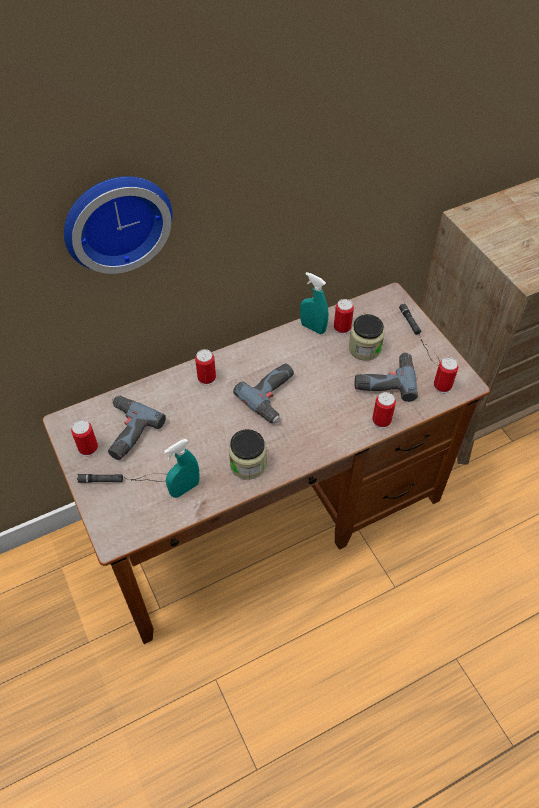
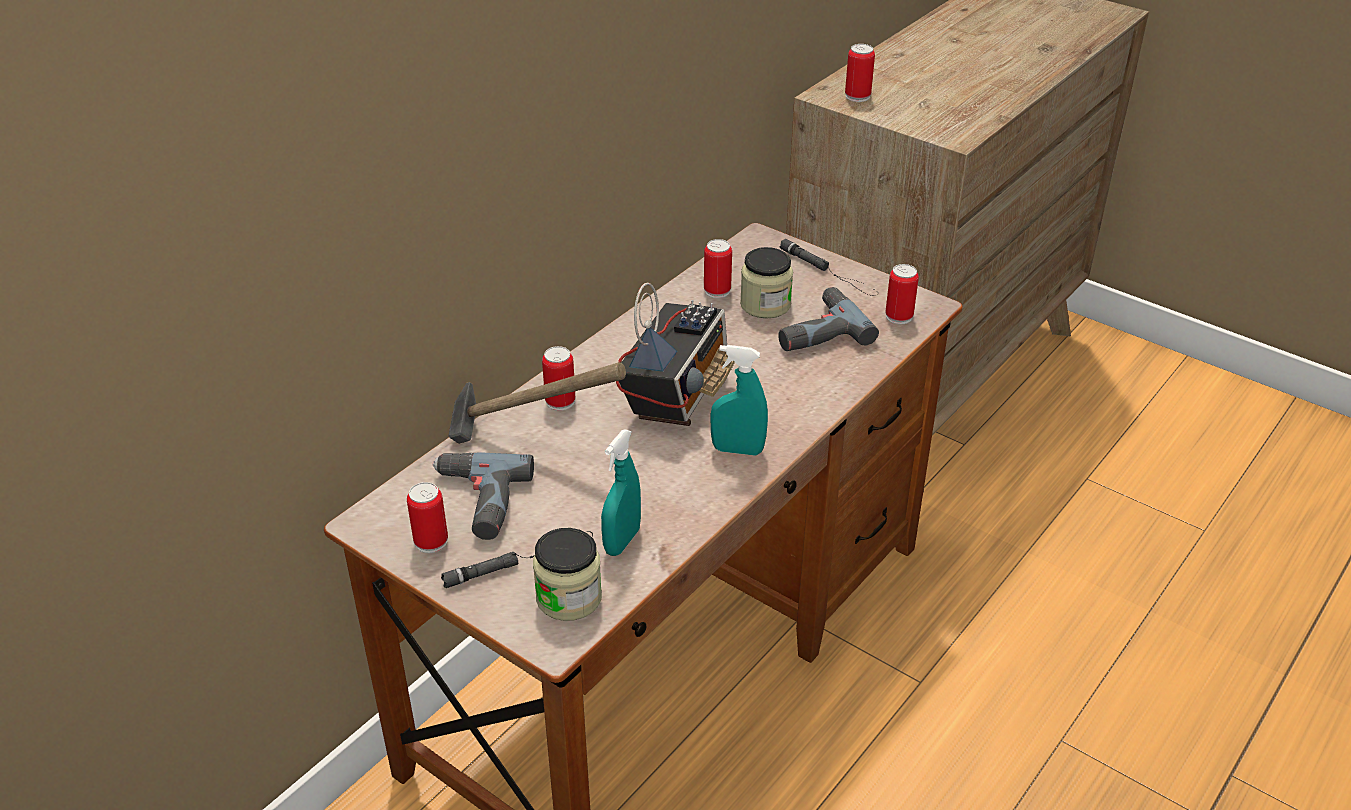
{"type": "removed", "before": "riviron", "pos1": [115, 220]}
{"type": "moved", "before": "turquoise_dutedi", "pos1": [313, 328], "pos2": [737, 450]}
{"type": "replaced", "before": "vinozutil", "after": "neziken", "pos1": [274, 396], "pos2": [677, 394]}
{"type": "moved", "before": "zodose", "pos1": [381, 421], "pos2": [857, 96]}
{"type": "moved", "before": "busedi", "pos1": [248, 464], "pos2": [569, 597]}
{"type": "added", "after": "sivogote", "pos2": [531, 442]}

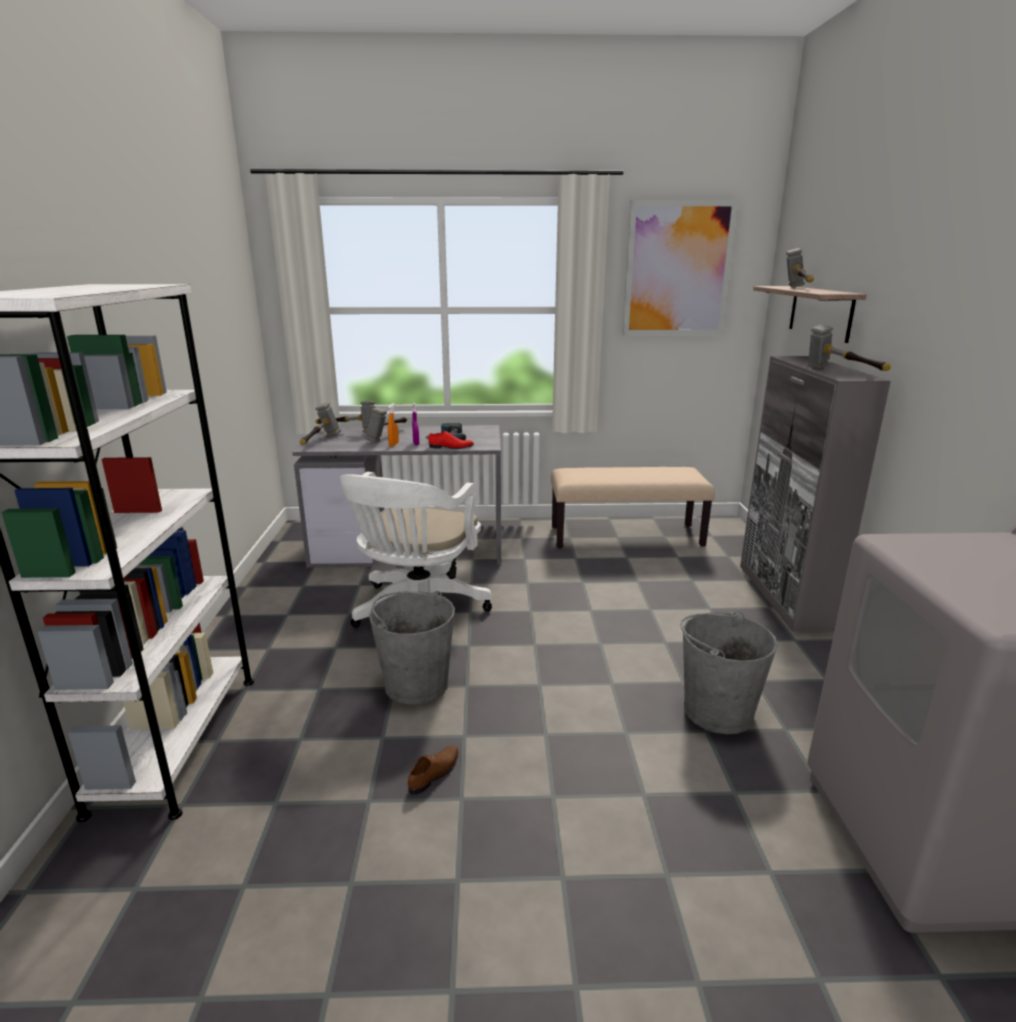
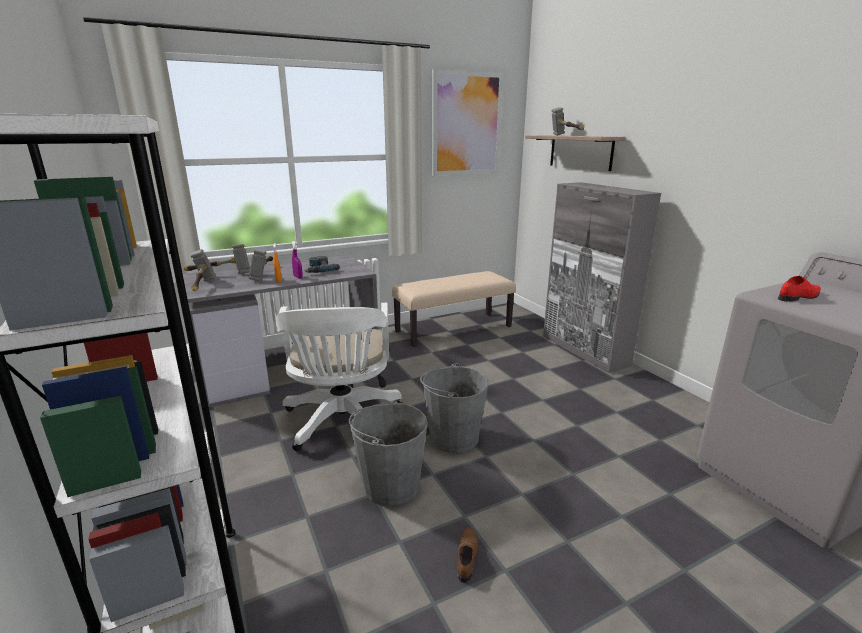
{"type": "removed", "before": "sivogote", "pos1": [842, 373]}
{"type": "moved", "before": "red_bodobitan", "pos1": [451, 447], "pos2": [799, 296]}
{"type": "moved", "before": "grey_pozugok", "pos1": [717, 711], "pos2": [453, 437]}

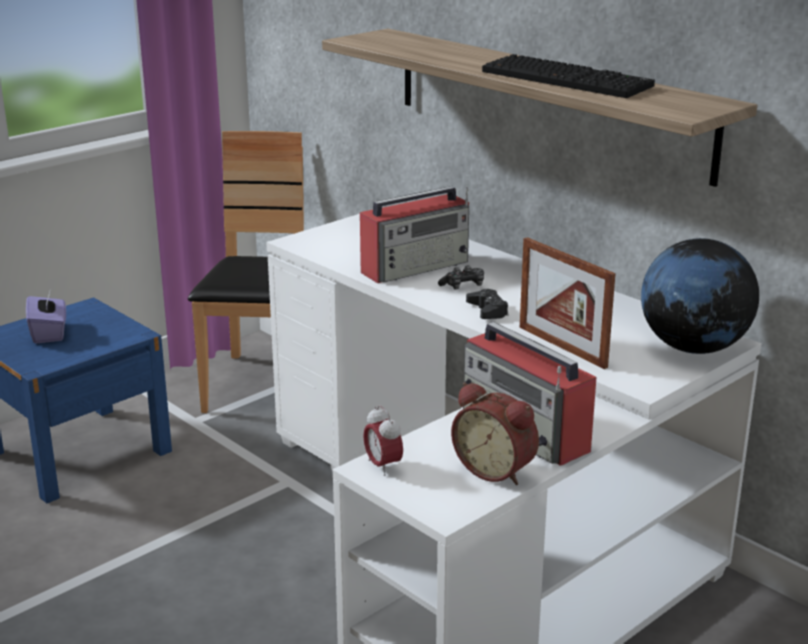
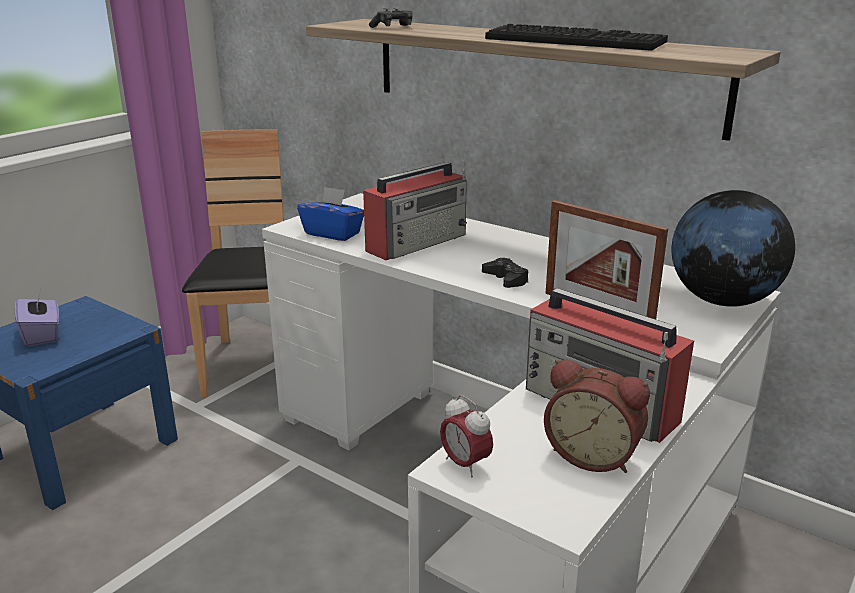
{"type": "moved", "before": "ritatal", "pos1": [463, 286], "pos2": [393, 27]}
{"type": "added", "after": "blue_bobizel", "pos2": [333, 233]}

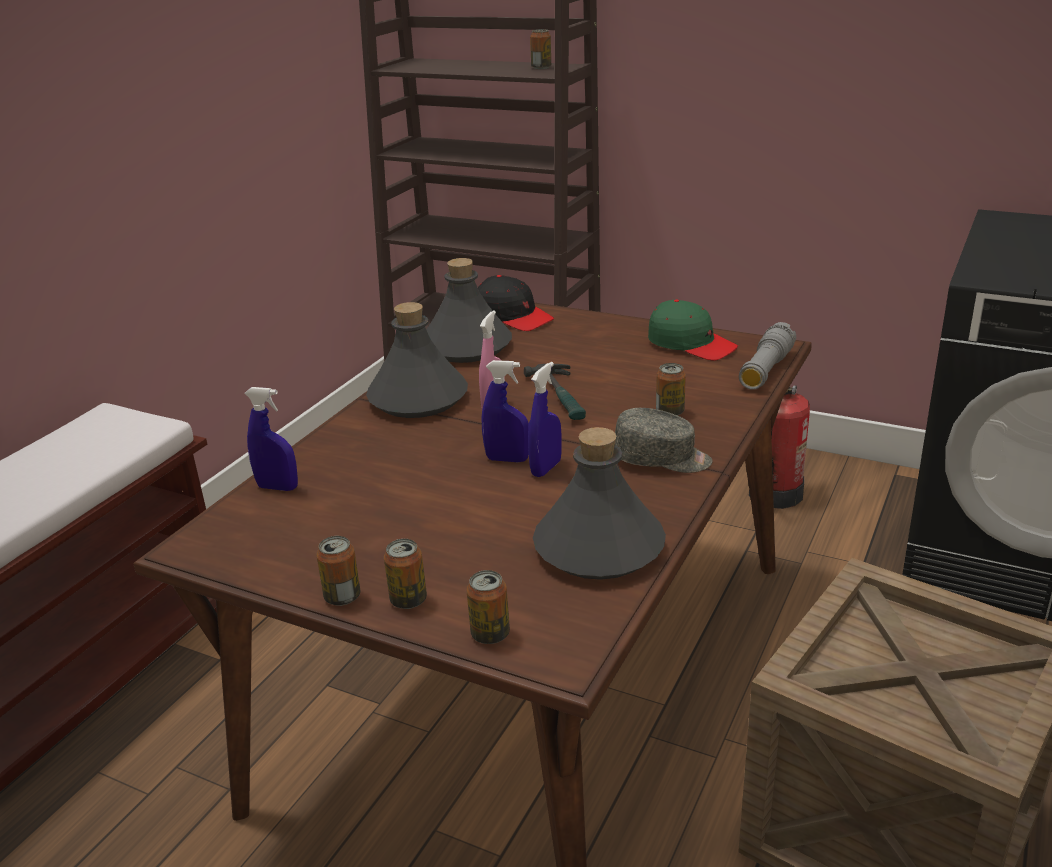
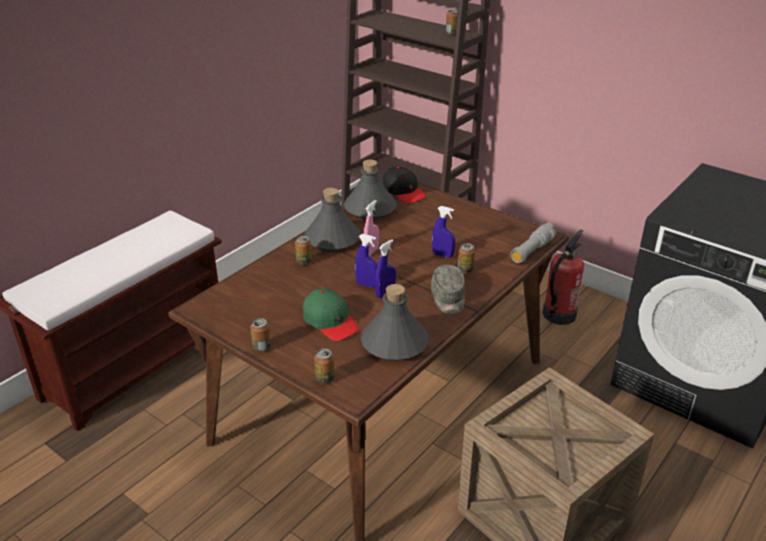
{"type": "moved", "before": "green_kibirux", "pos1": [691, 344], "pos2": [330, 321]}
{"type": "removed", "before": "sivogote", "pos1": [562, 397]}
{"type": "moved", "before": "blue_dutedi", "pos1": [278, 487], "pos2": [442, 255]}
{"type": "turned", "before": "grey_kibirux", "pos1": [662, 459], "pos2": [448, 298], "turn": 60}
{"type": "moved", "before": "zodose", "pos1": [408, 600], "pos2": [304, 262]}

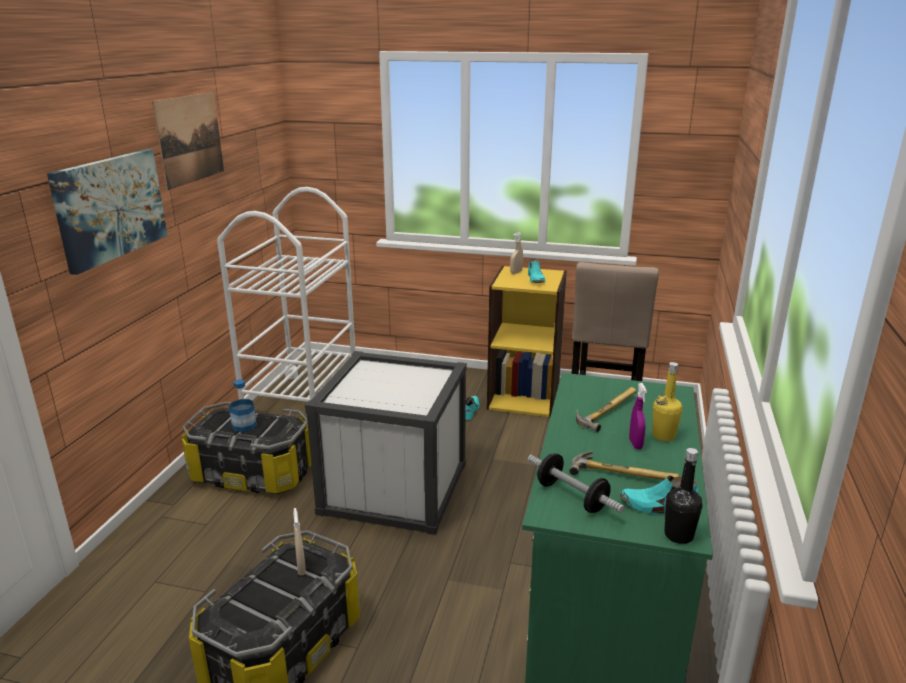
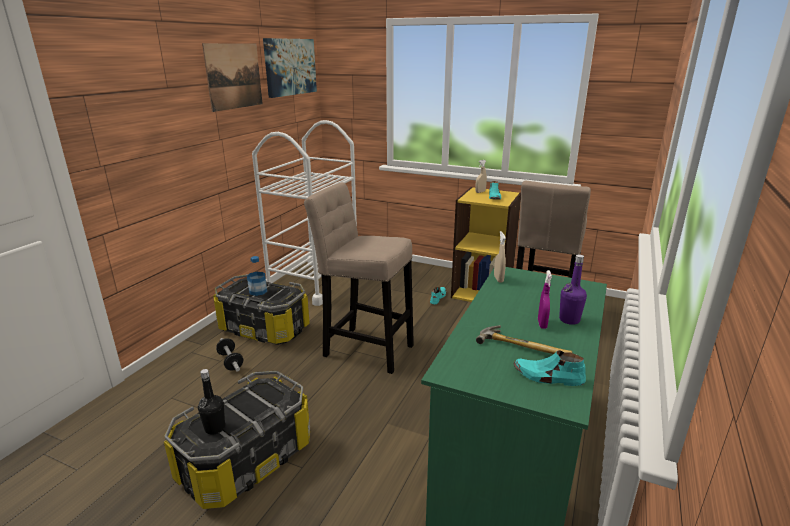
{"type": "moved", "before": "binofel", "pos1": [110, 207], "pos2": [290, 67]}
{"type": "replaced", "before": "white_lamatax", "after": "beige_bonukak", "pos1": [394, 487], "pos2": [364, 348]}
{"type": "recoloured", "before": "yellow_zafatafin", "after": "purple_zafatafin", "pos1": [663, 436], "pos2": [569, 320]}
{"type": "removed", "before": "sivogote", "pos1": [604, 410]}
{"type": "moved", "before": "black_zafatafin", "pos1": [678, 535], "pos2": [215, 428]}
{"type": "moved", "before": "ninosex", "pos1": [572, 497], "pos2": [230, 361]}
{"type": "moved", "before": "beige_dutedi", "pos1": [301, 567], "pos2": [498, 279]}

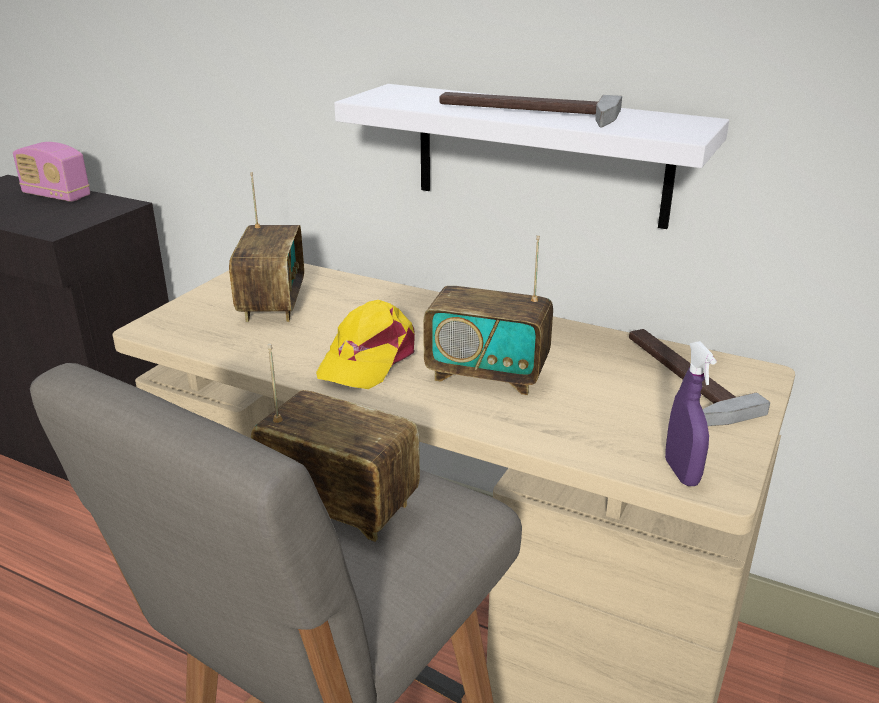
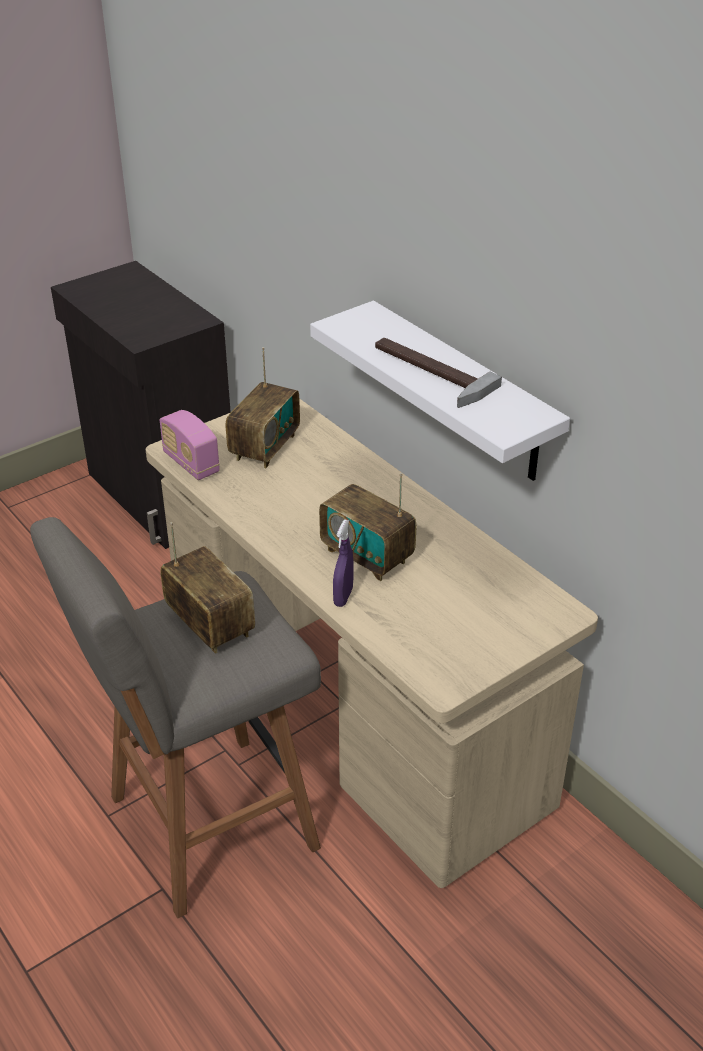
{"type": "moved", "before": "neziken", "pos1": [56, 196], "pos2": [191, 463]}
{"type": "removed", "before": "yellow_kibirux", "pos1": [368, 359]}
{"type": "removed", "before": "sivogote", "pos1": [676, 378]}
{"type": "moved", "before": "purple_dutedi", "pos1": [681, 473], "pos2": [343, 597]}

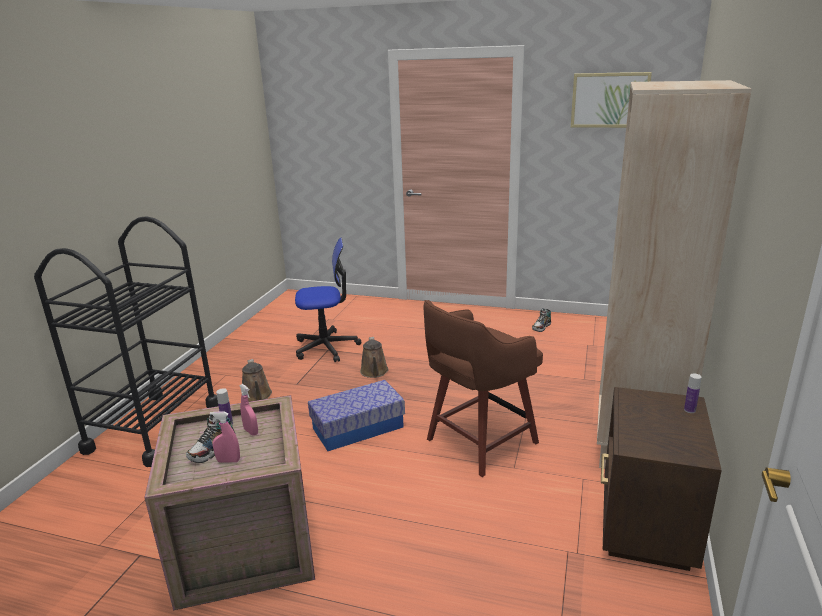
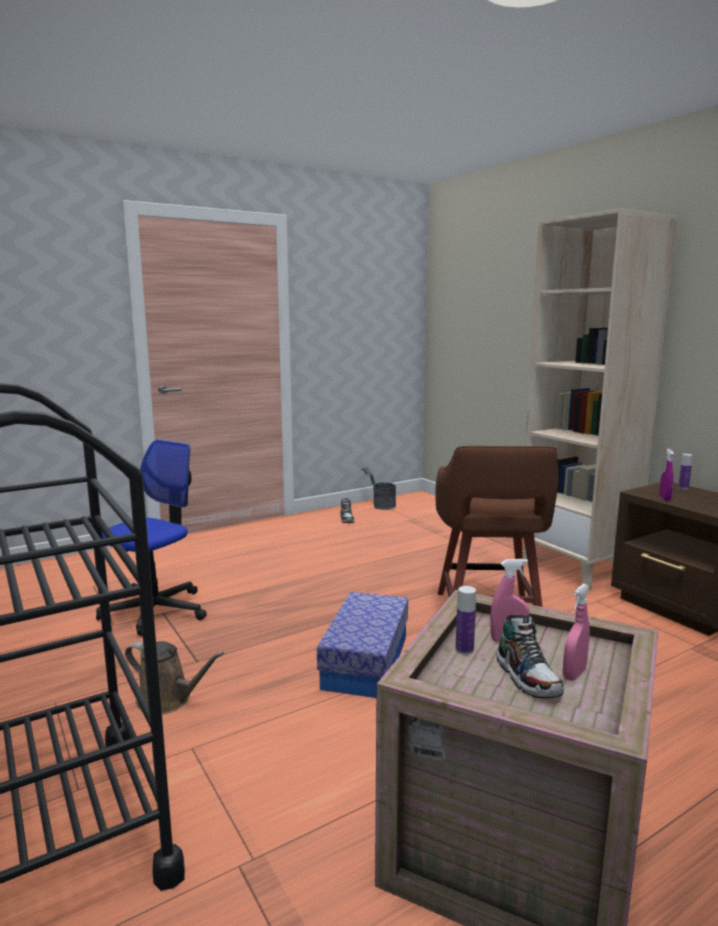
{"type": "removed", "before": "binofel", "pos1": [609, 100]}
{"type": "removed", "before": "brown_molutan", "pos1": [374, 372]}
{"type": "added", "after": "purple_dutedi", "pos2": [664, 498]}
{"type": "added", "after": "grey_pozugok", "pos2": [380, 506]}

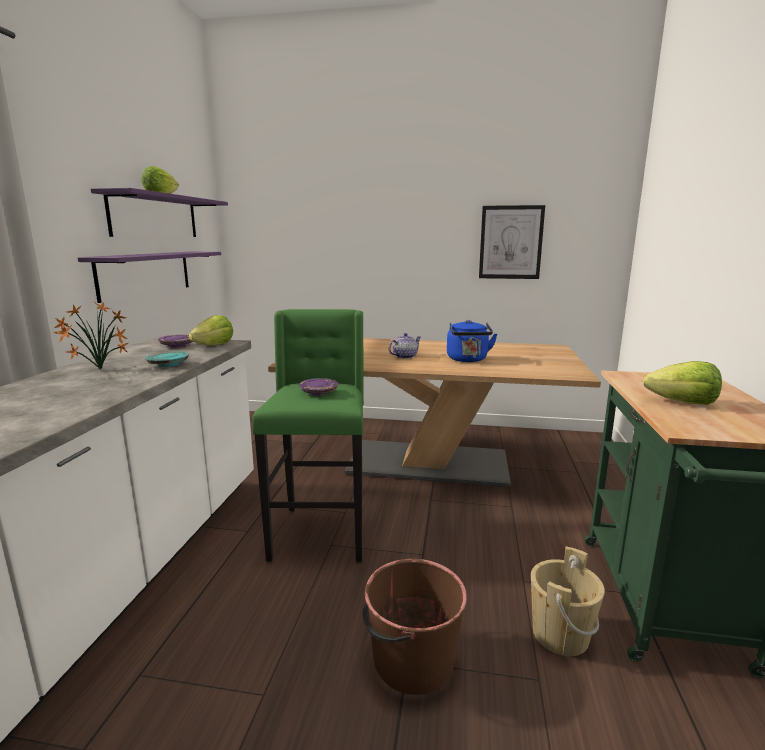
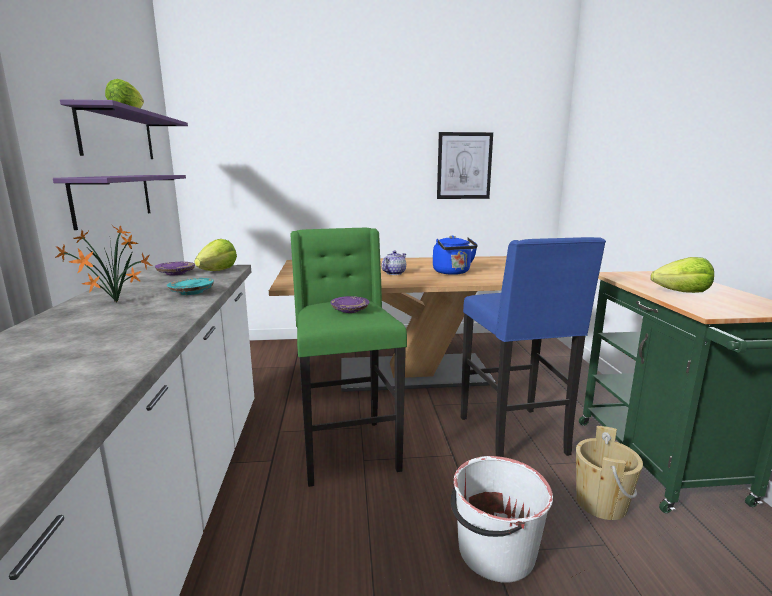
{"type": "recoloured", "before": "brown_pozugok", "after": "white_pozugok", "pos1": [412, 660], "pos2": [495, 552]}
{"type": "added", "after": "blue_bonukak", "pos2": [515, 436]}

